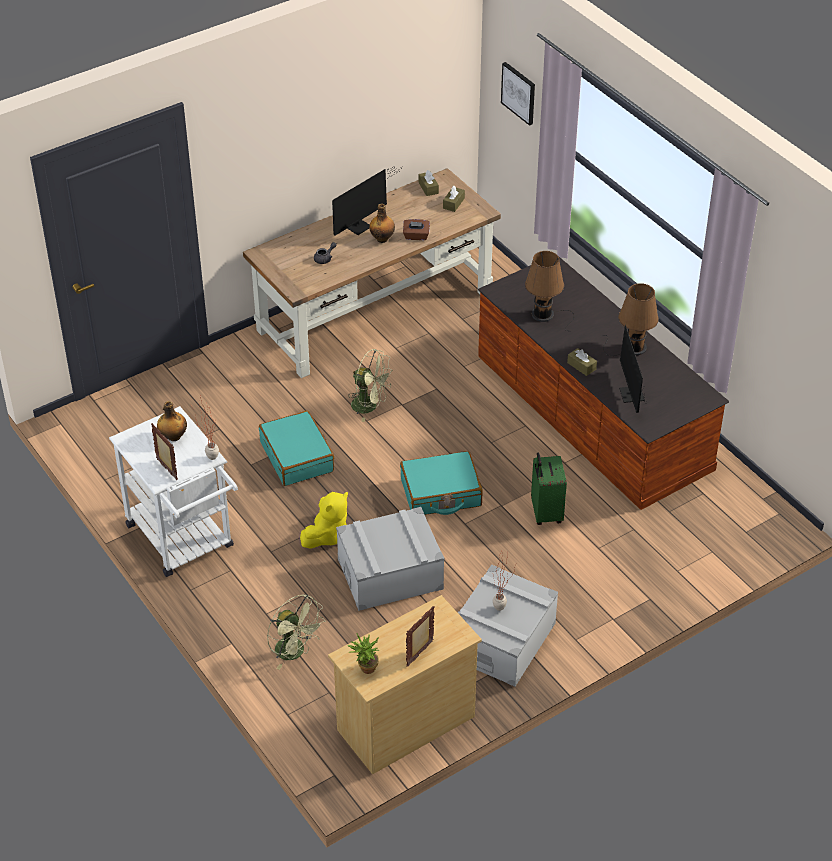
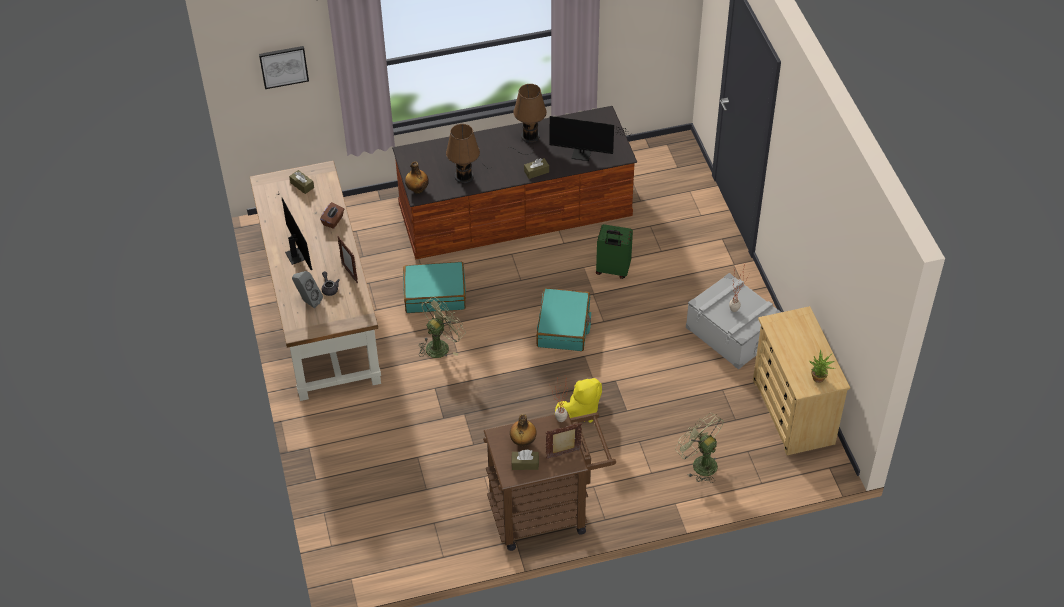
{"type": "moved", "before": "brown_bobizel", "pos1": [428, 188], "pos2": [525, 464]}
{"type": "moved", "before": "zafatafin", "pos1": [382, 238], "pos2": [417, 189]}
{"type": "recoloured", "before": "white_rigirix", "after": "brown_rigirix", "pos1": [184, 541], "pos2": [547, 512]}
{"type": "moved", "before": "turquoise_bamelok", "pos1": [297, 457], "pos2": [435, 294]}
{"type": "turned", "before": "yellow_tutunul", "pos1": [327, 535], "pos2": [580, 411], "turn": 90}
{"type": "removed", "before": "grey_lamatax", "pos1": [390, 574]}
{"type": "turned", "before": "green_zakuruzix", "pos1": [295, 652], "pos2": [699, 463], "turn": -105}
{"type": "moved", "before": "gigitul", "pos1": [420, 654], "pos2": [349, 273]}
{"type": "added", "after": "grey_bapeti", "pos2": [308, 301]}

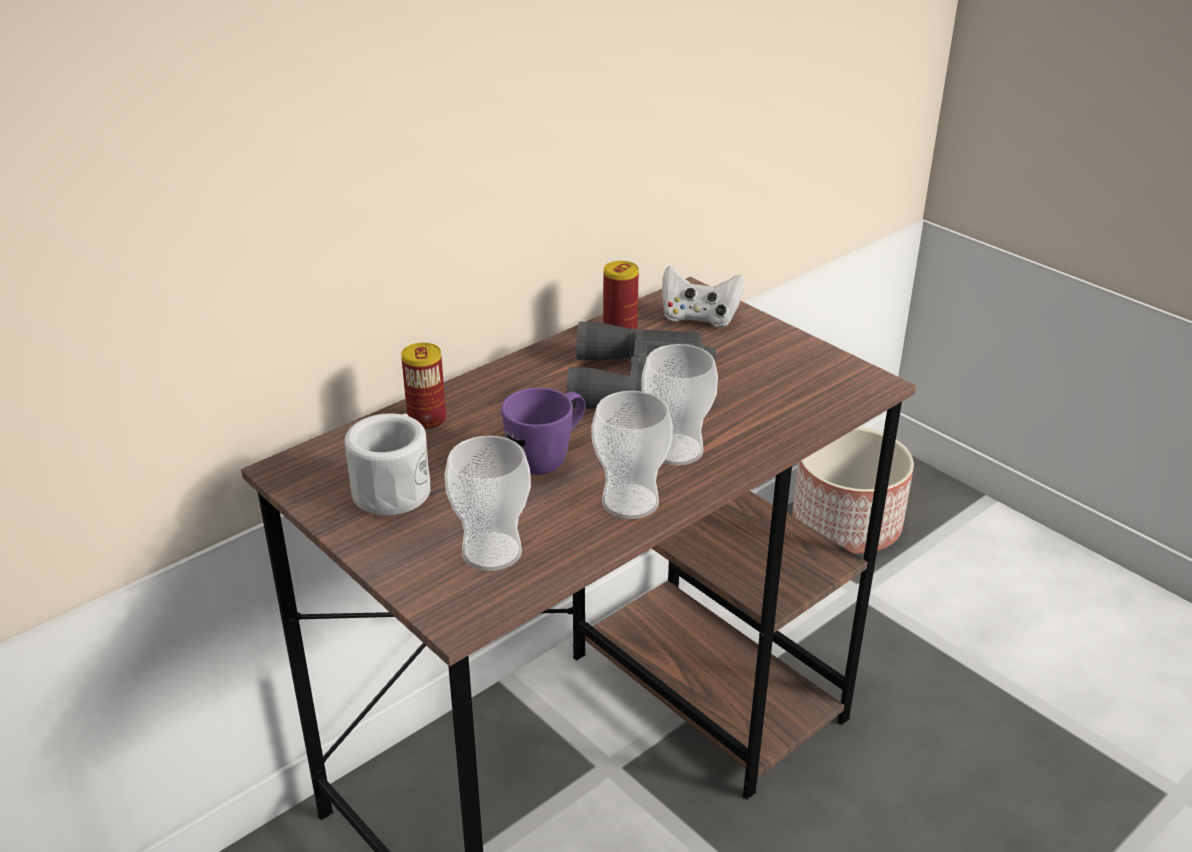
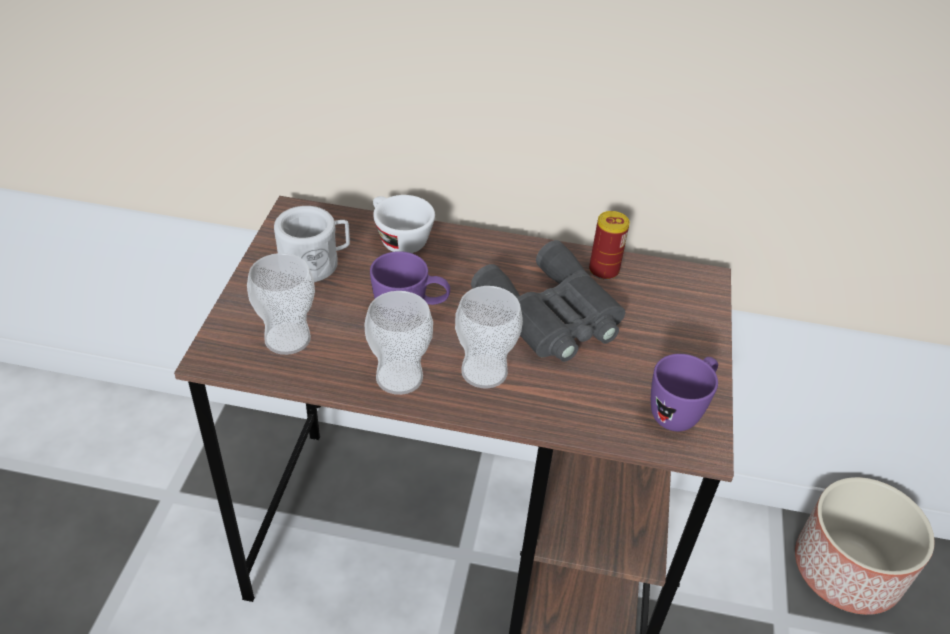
{"type": "removed", "before": "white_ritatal", "pos1": [699, 318]}
{"type": "replaced", "before": "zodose", "after": "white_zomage", "pos1": [427, 421], "pos2": [398, 239]}
{"type": "added", "after": "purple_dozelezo", "pos2": [680, 412]}

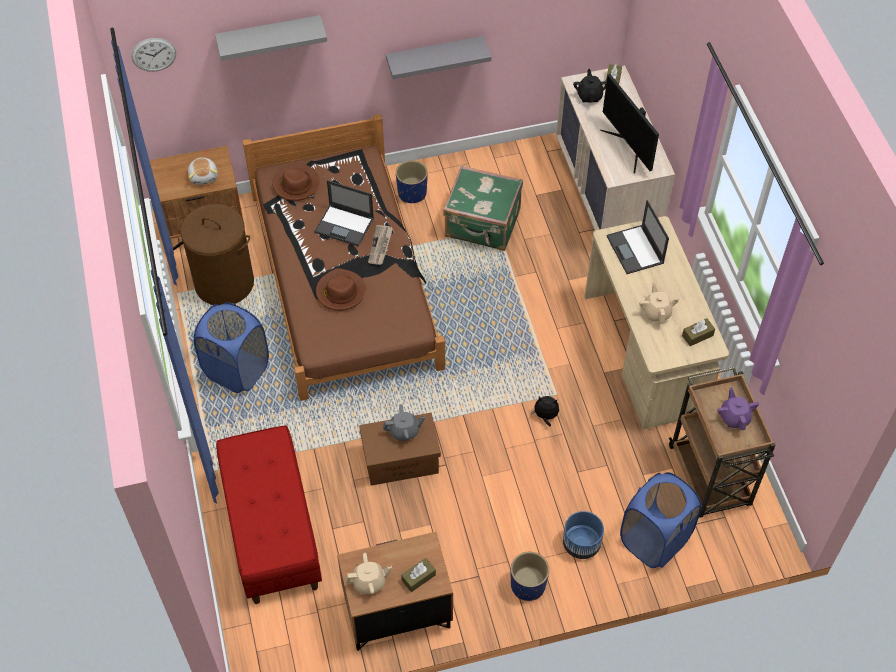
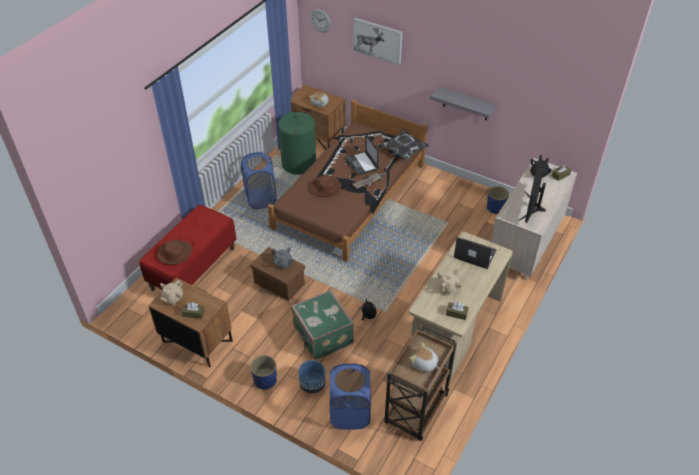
{"type": "replaced", "before": "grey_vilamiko", "after": "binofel", "pos1": [269, 37], "pos2": [378, 40]}
{"type": "moved", "before": "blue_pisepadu", "pos1": [412, 193], "pos2": [496, 208]}
{"type": "moved", "before": "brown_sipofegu", "pos1": [296, 184], "pos2": [174, 253]}
{"type": "moved", "before": "green_bamelok", "pos1": [482, 225], "pos2": [322, 336]}
{"type": "turned", "before": "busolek", "pos1": [635, 250], "pos2": [474, 254], "turn": 90}
{"type": "recoloured", "before": "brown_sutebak", "after": "green_sutebak", "pos1": [224, 282], "pos2": [299, 163]}
{"type": "replaced", "before": "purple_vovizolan", "after": "tutunul", "pos1": [734, 417], "pos2": [424, 364]}
{"type": "turned", "before": "beige_vovizolan", "pos1": [369, 582], "pos2": [173, 298], "turn": 90}
{"type": "added", "after": "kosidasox", "pos2": [404, 151]}

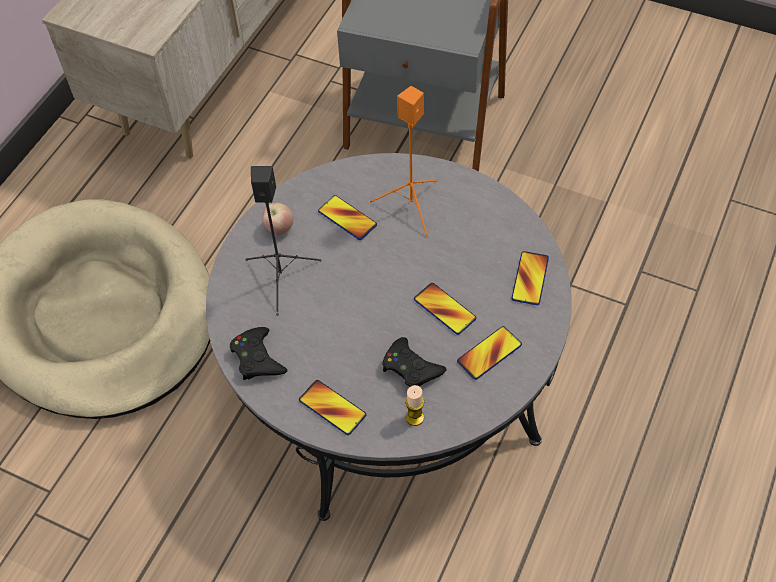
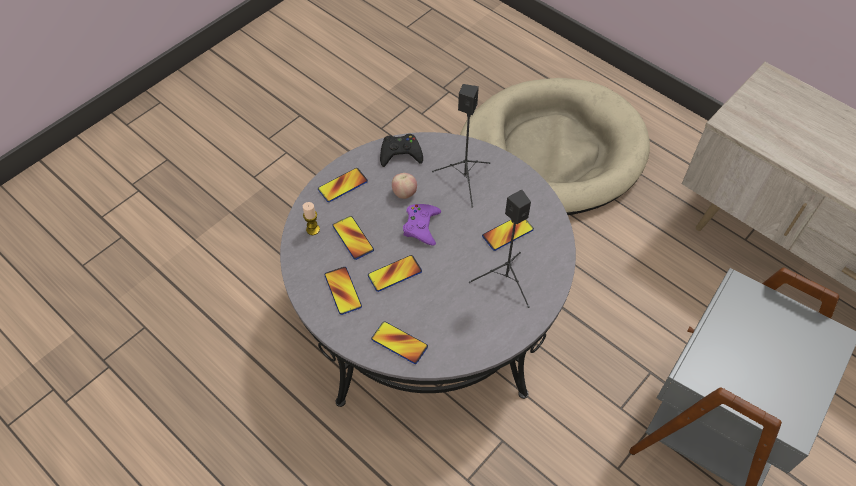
{"type": "recoloured", "before": "orange_bapeti", "after": "black_bapeti", "pos1": [412, 207], "pos2": [505, 280]}
{"type": "moved", "before": "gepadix", "pos1": [279, 228], "pos2": [404, 193]}
{"type": "replaced", "before": "black_ritatal", "after": "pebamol", "pos1": [411, 368], "pos2": [353, 238]}
{"type": "added", "after": "purple_ritatal", "pos2": [421, 226]}

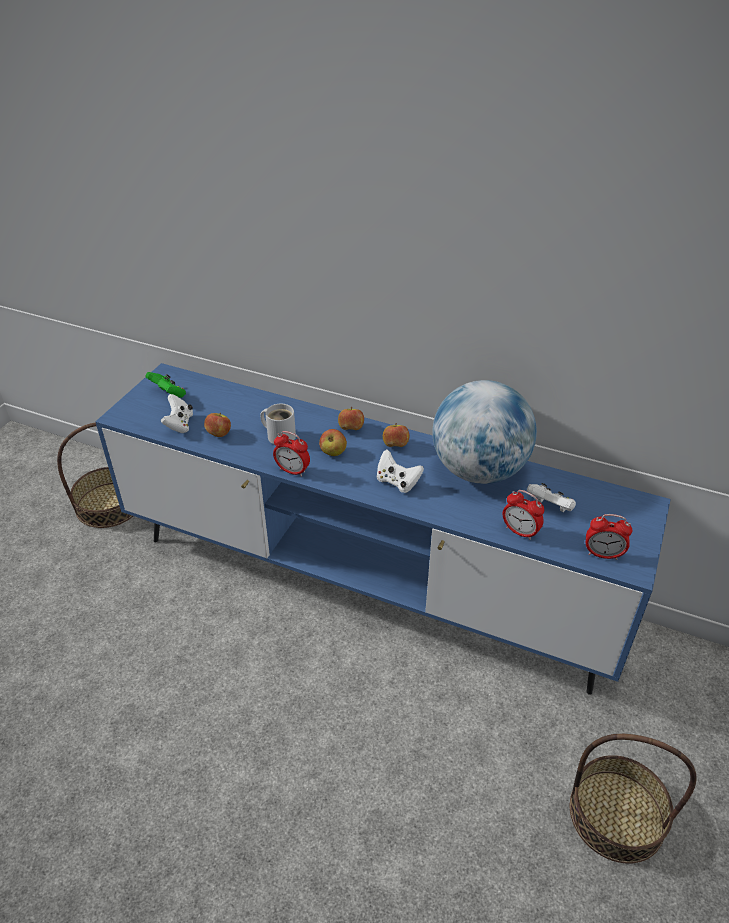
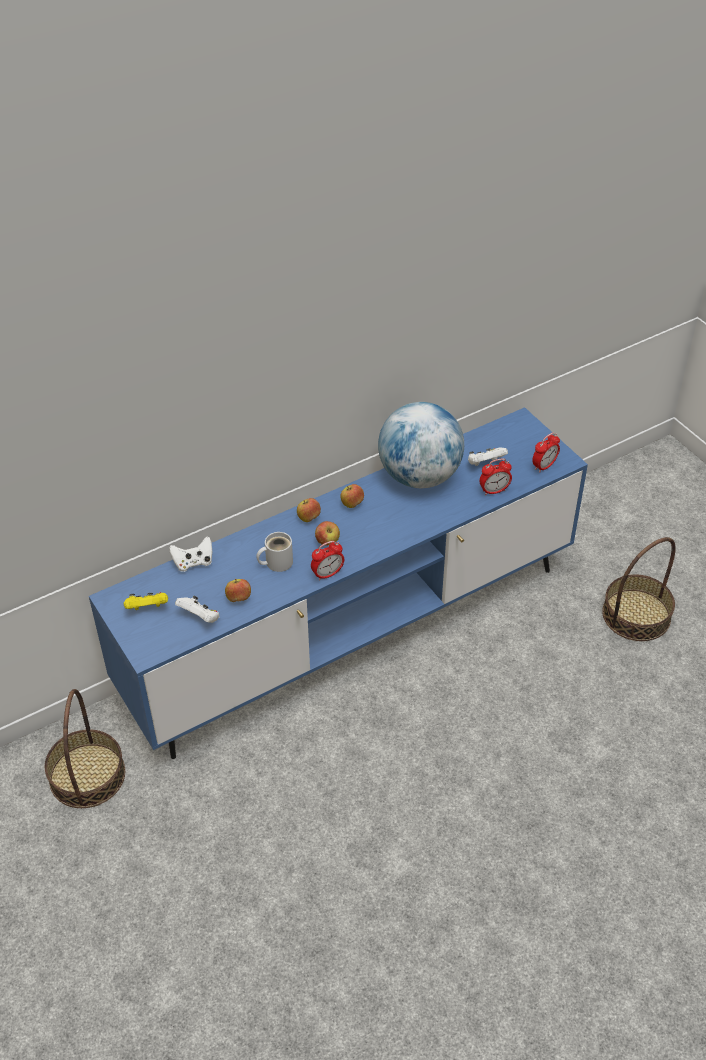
{"type": "recoloured", "before": "green_ritatal", "after": "yellow_ritatal", "pos1": [169, 394], "pos2": [147, 608]}
{"type": "moved", "before": "white_ritatal", "pos1": [397, 482], "pos2": [193, 562]}

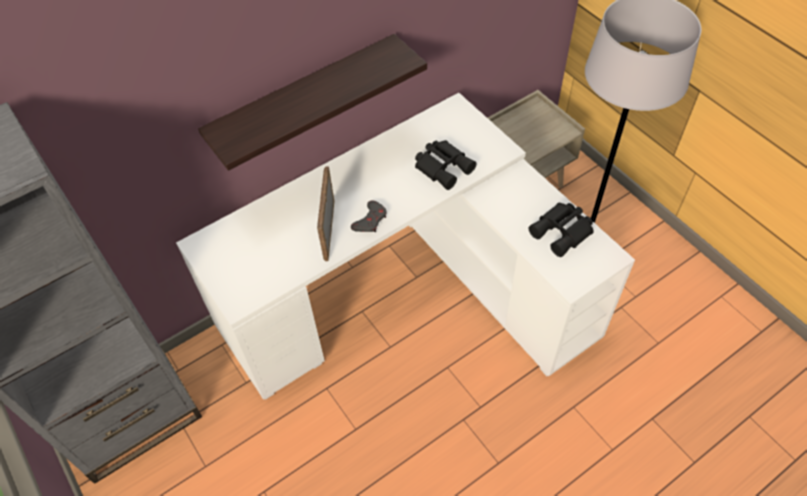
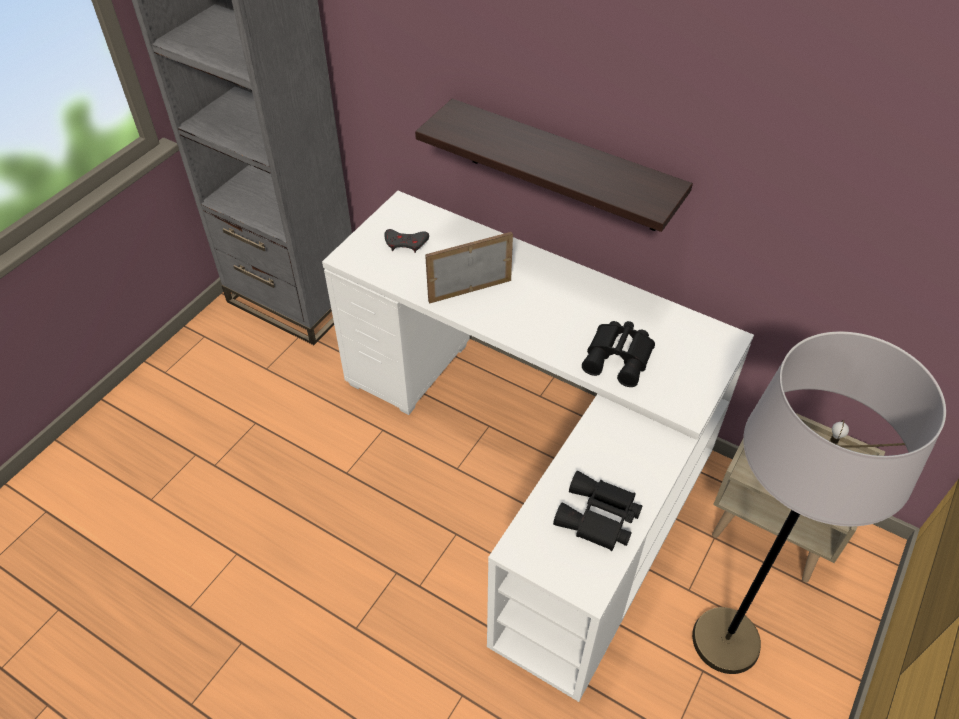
{"type": "moved", "before": "grey_ritatal", "pos1": [370, 220], "pos2": [406, 243]}

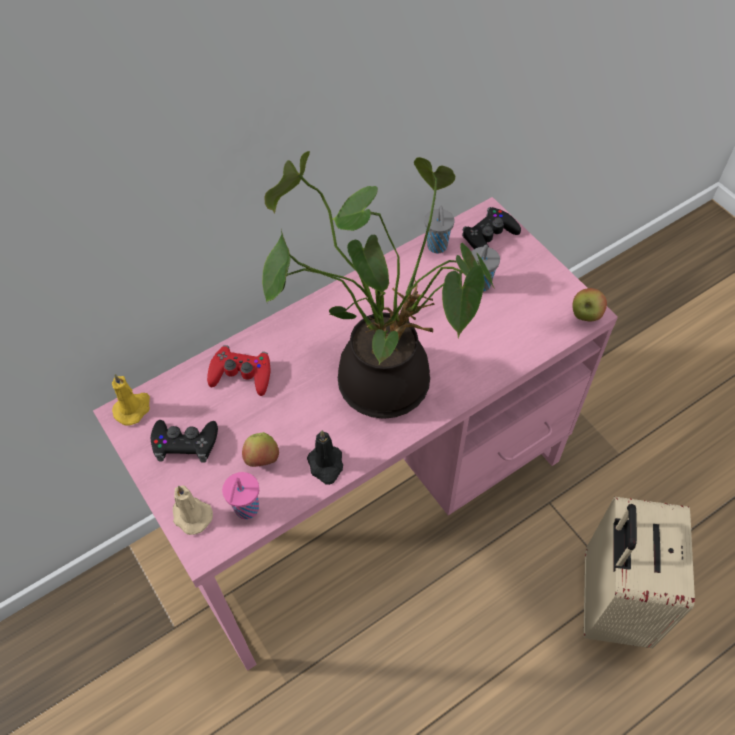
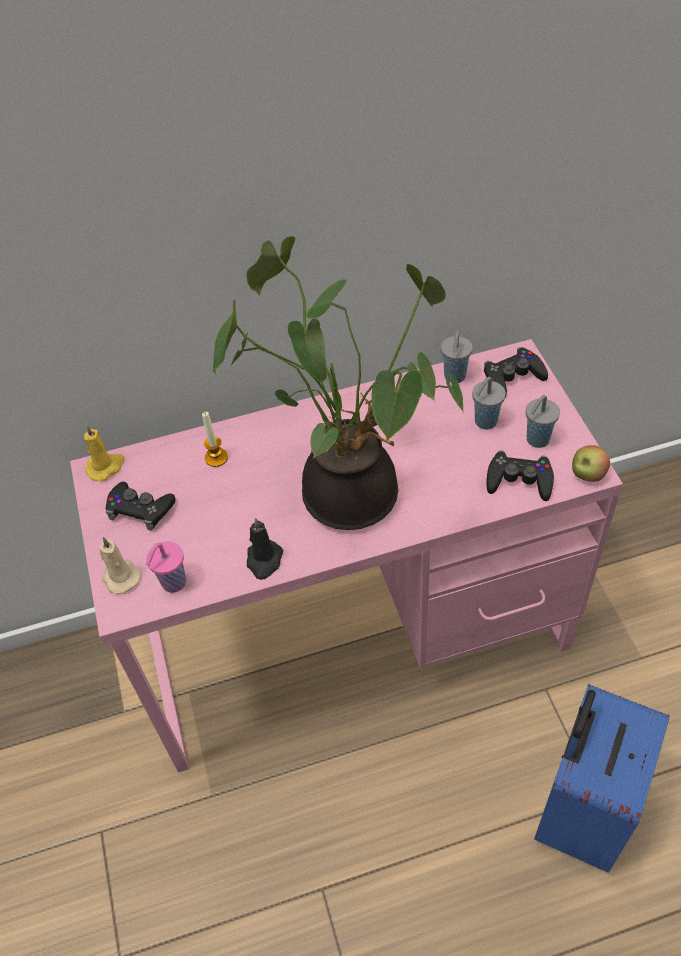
{"type": "replaced", "before": "red_ritatal", "after": "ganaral", "pos1": [241, 374], "pos2": [216, 458]}
{"type": "removed", "before": "gepadix", "pos1": [262, 459]}
{"type": "recoloured", "before": "beige_bamelok", "after": "blue_bamelok", "pos1": [610, 601], "pos2": [580, 811]}
{"type": "added", "after": "grey_zomage", "pos2": [536, 440]}
{"type": "added", "after": "black_ritatal", "pos2": [519, 480]}

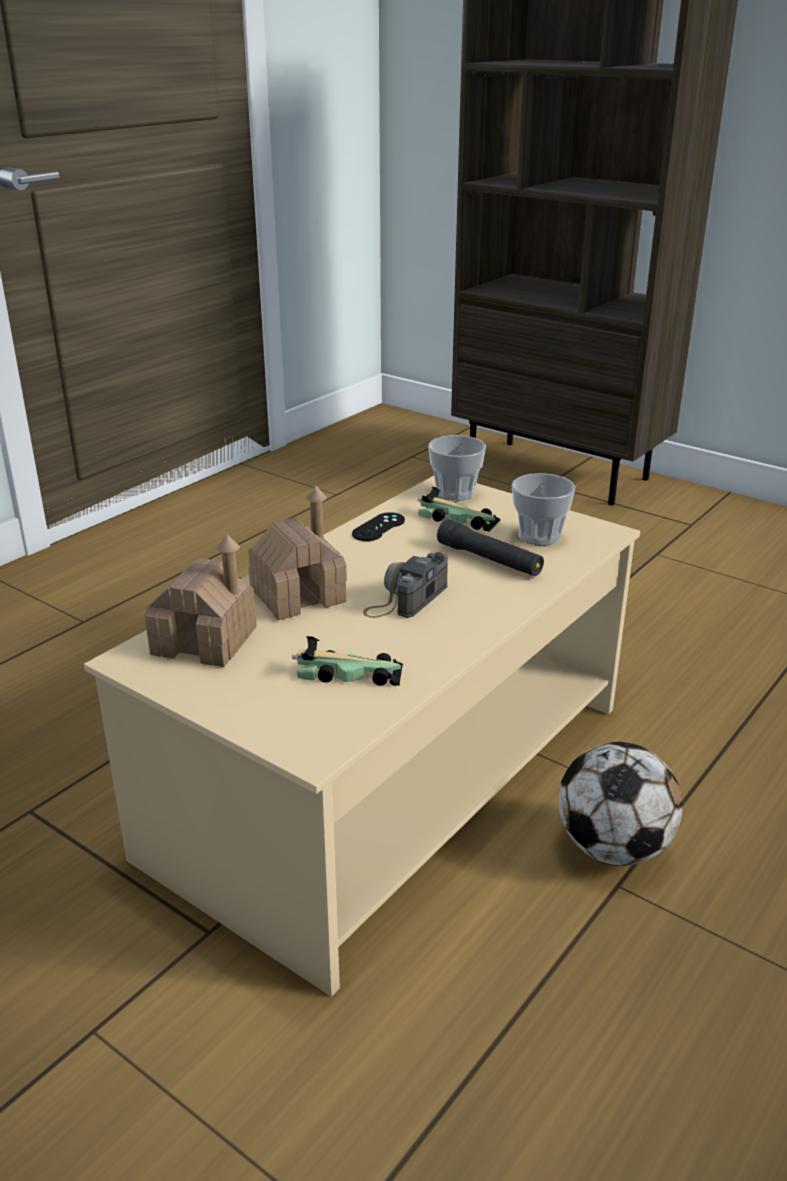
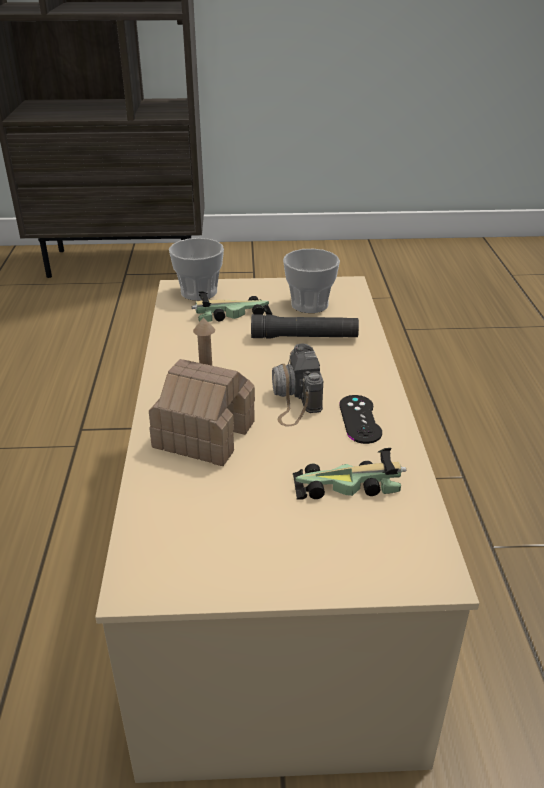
{"type": "moved", "before": "black_ritatal", "pos1": [378, 527], "pos2": [360, 419]}
{"type": "removed", "before": "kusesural", "pos1": [205, 641]}
{"type": "turned", "before": "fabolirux", "pos1": [347, 673], "pos2": [349, 485], "turn": -150}
{"type": "removed", "before": "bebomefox", "pos1": [613, 848]}

